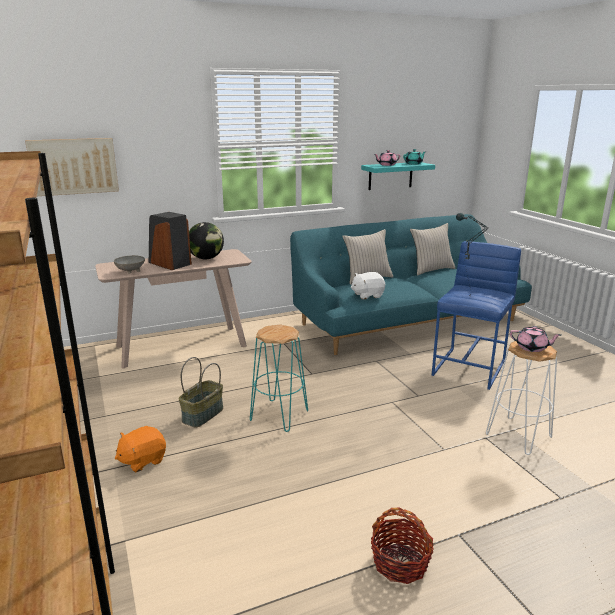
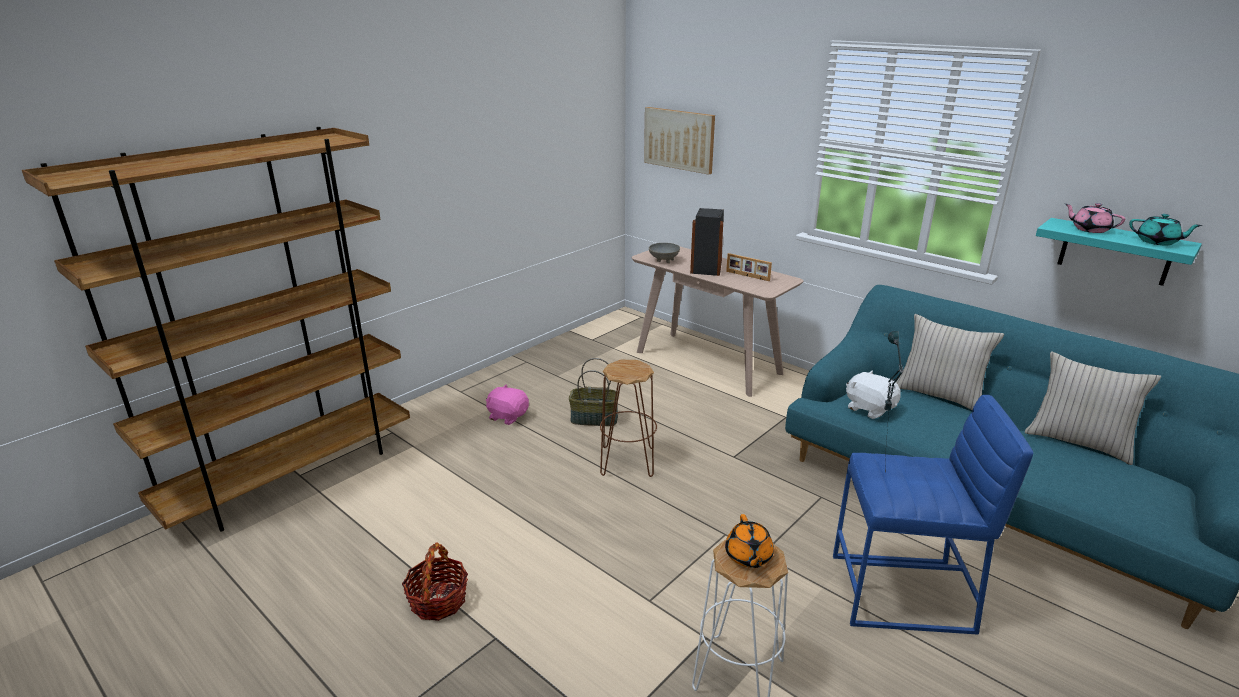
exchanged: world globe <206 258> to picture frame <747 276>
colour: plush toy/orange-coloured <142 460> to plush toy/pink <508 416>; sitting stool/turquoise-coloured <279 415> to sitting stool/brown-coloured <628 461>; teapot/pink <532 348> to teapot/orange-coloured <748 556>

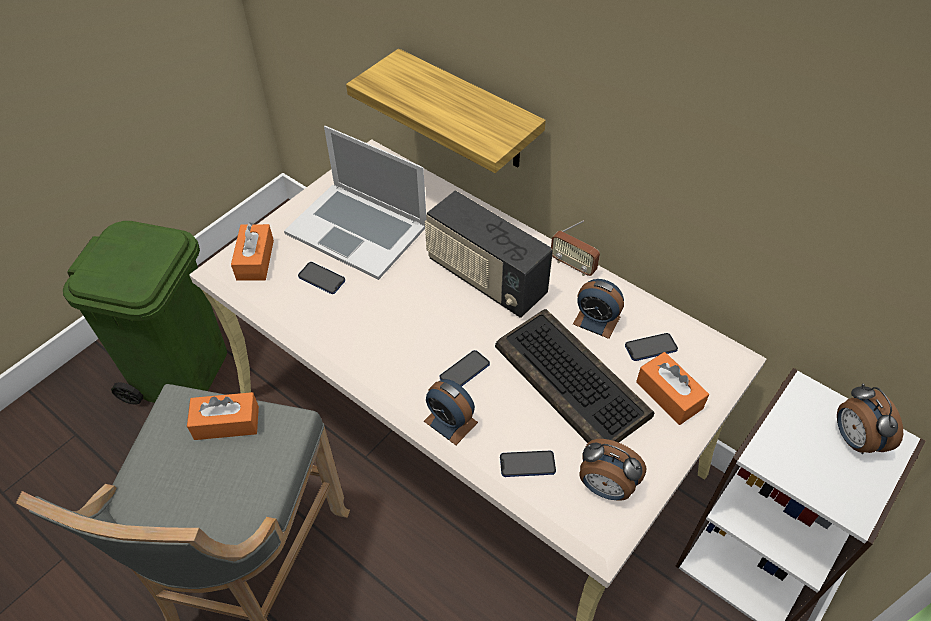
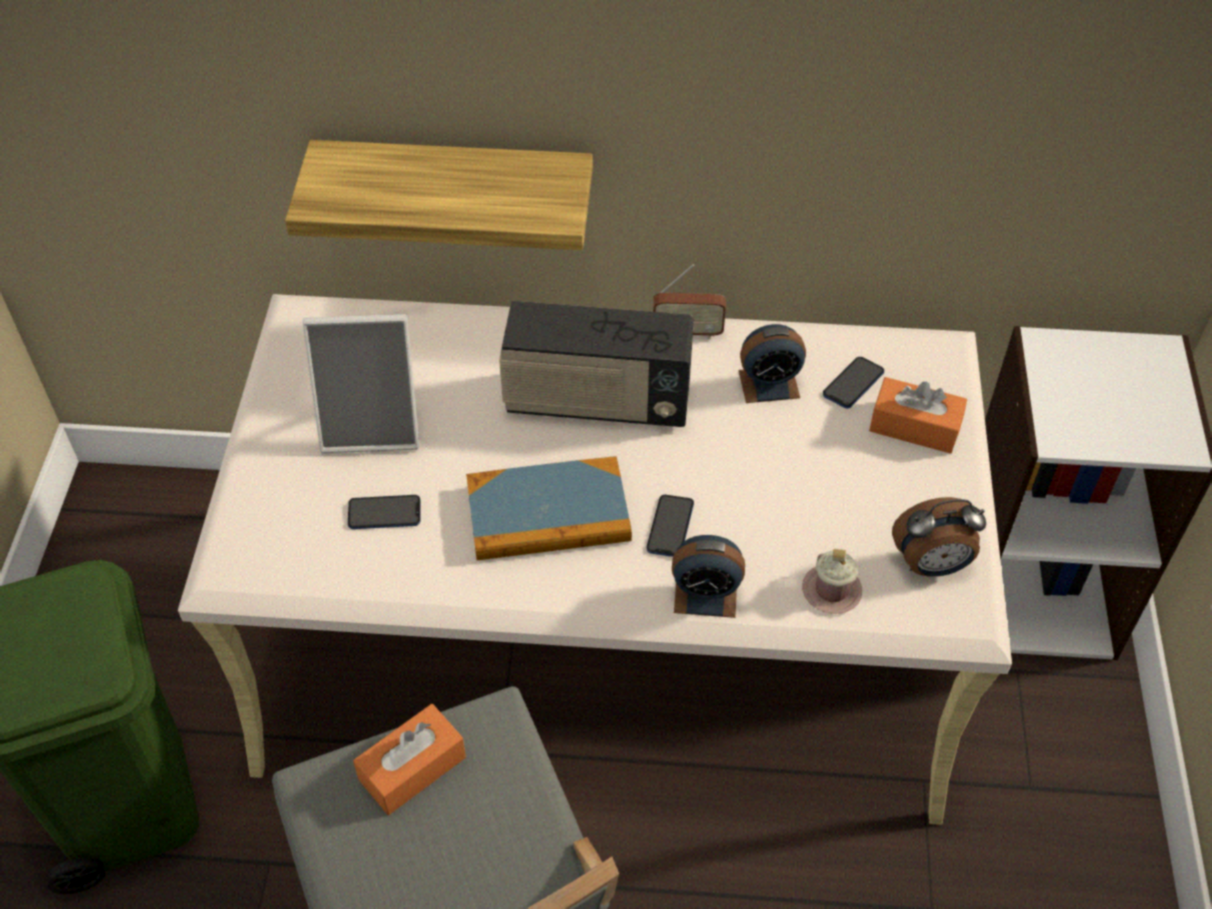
missing: box of tissues/orange-coloured <255 260>; keyboard <573 381>; alarm clock <854 439>
appeared: volume <548 514>
exchanged: notebook computer <357 229> to picture frame <373 424>; telephone <527 464> to coffee mug/pink <831 590>

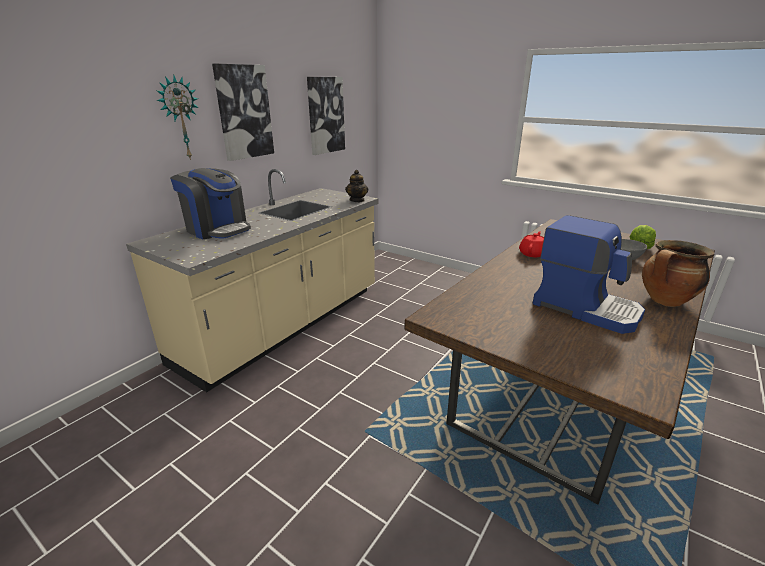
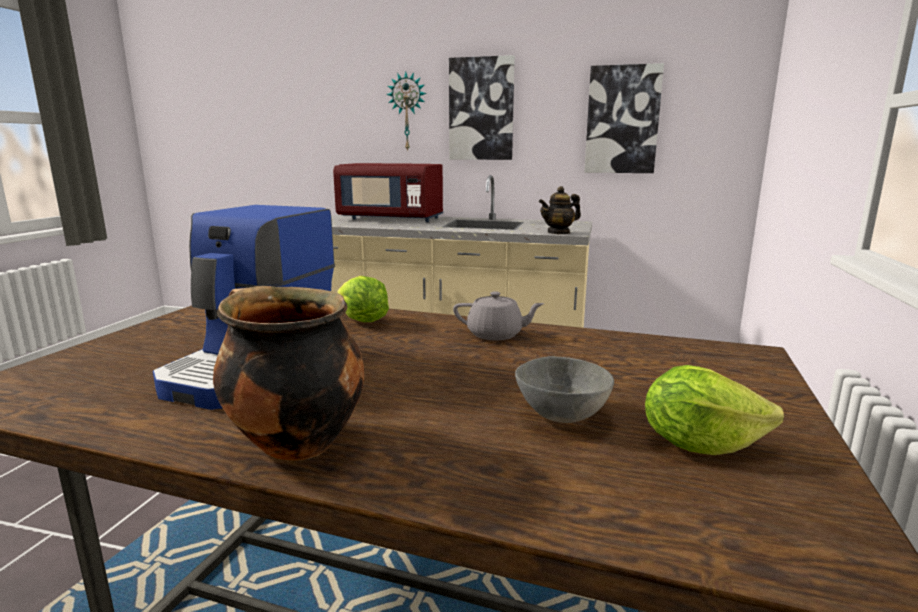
appeared: lettuce head <362 321>
exchanged: coffee brewer <217 229> to microwave/reddish <391 219>
colour: teapot/reddish <532 253> to teapot/greyish <496 334>

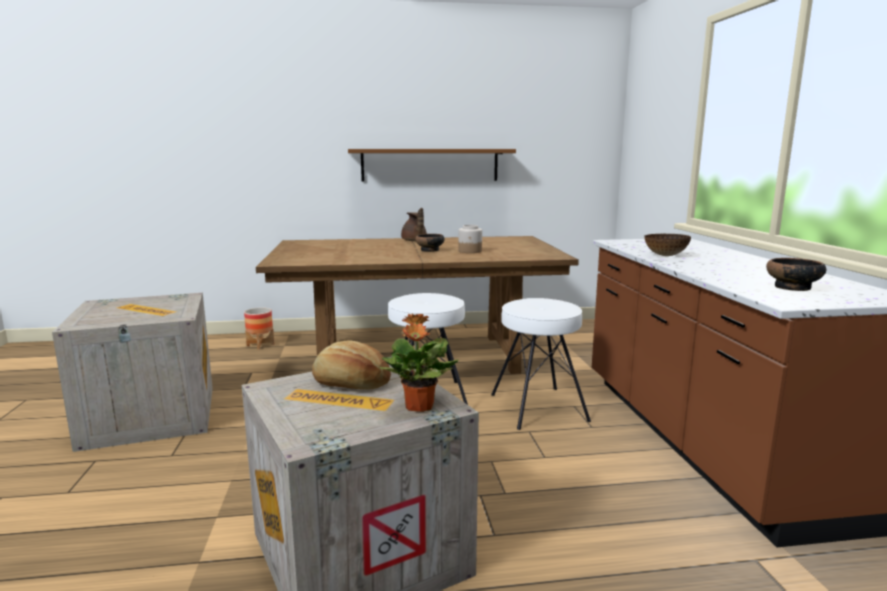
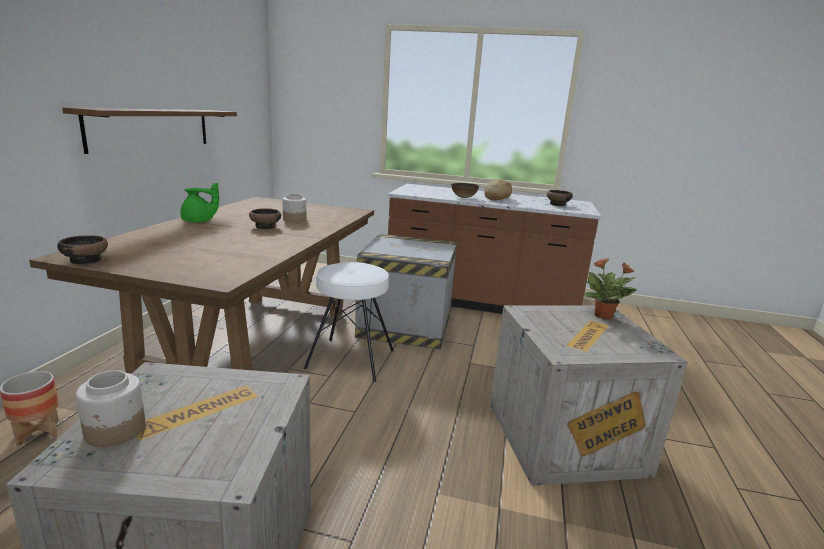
appeared: bowl <86 260>; storage jar <115 430>
relocated: baked bread <351 384> to <497 198>
exchanged: sitting stool/white-coloured <537 407> to crate <405 326>
colour: teapot/brown-coloured <414 241> to teapot/greenish <199 221>

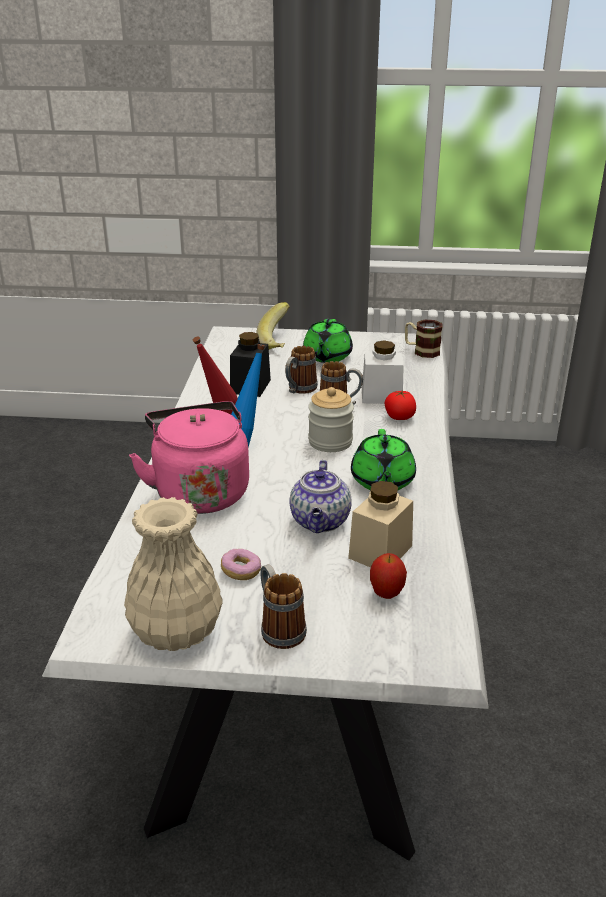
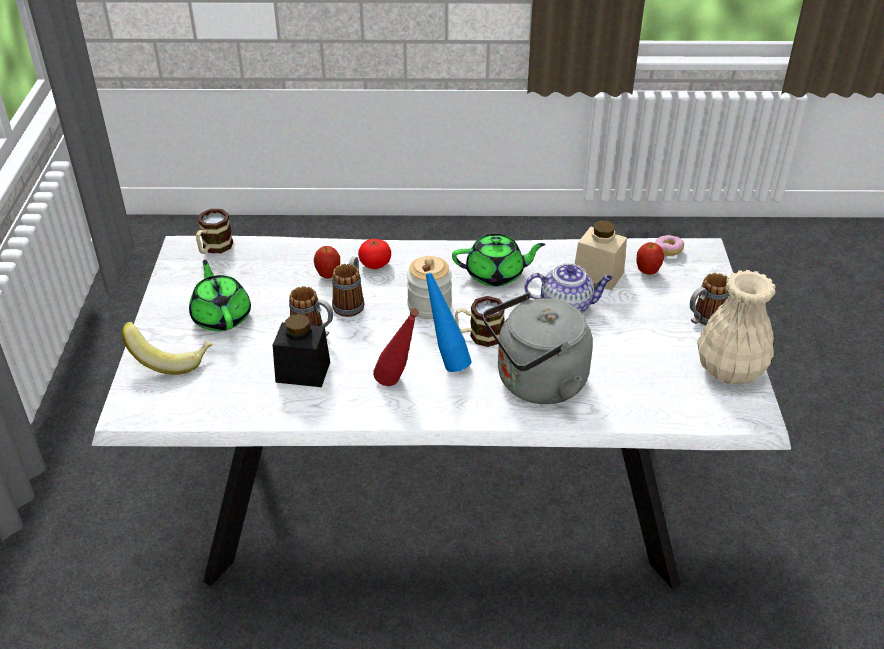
appeared: coffee mug <479 335>
relocated: doughnut <241 571> to <668 251>
exchanged: storage jar/white-coloured <381 396> to apple <328 275>
colour: tea kettle/pink <200 491> to tea kettle/greyish <536 383>
spun: teapot/greenish <327 356> = <221 316> 120 degrees counterclockwise

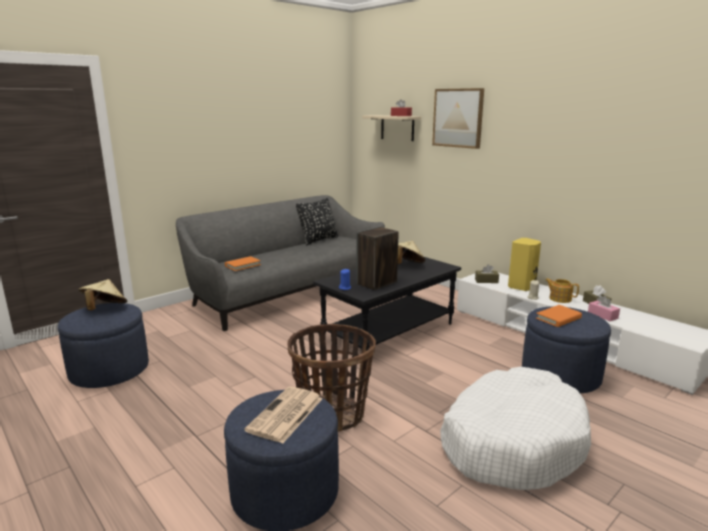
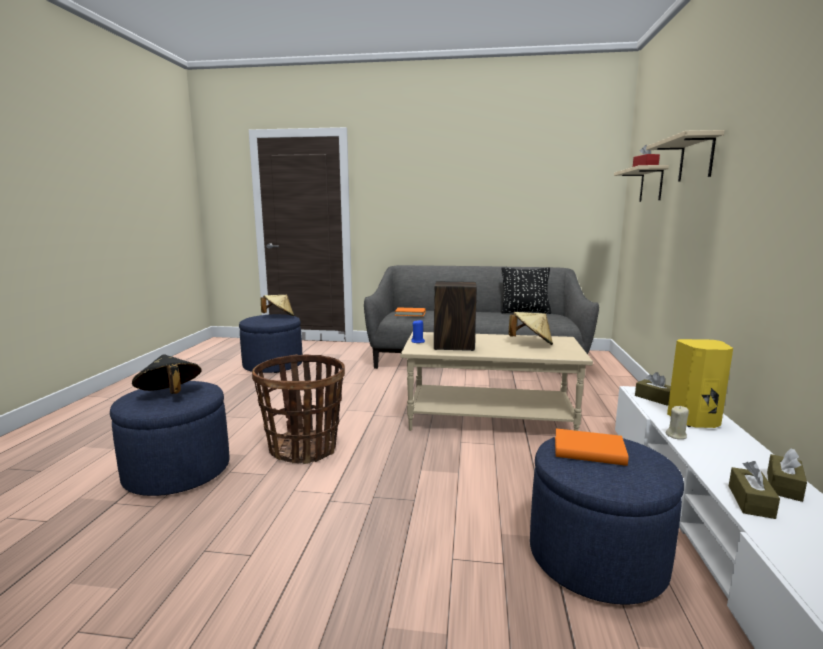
missing: pet bed/white-coloured <511 441>; teapot <560 298>
exchanged: daily paper <285 415> to hat/black-coloured <169 395>; wall picture <458 118> to shelf/sand-coloured <696 159>
colour: low table/black-coloured <389 332> to low table/sand-coloured <490 418>; box of tissues/pink <602 315> to box of tissues/brown-coloured <750 501>

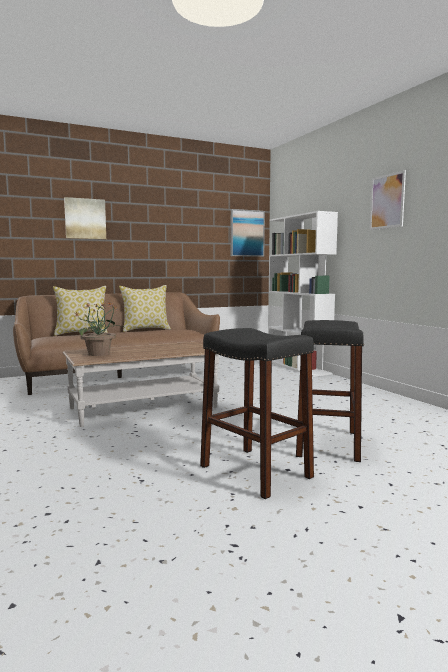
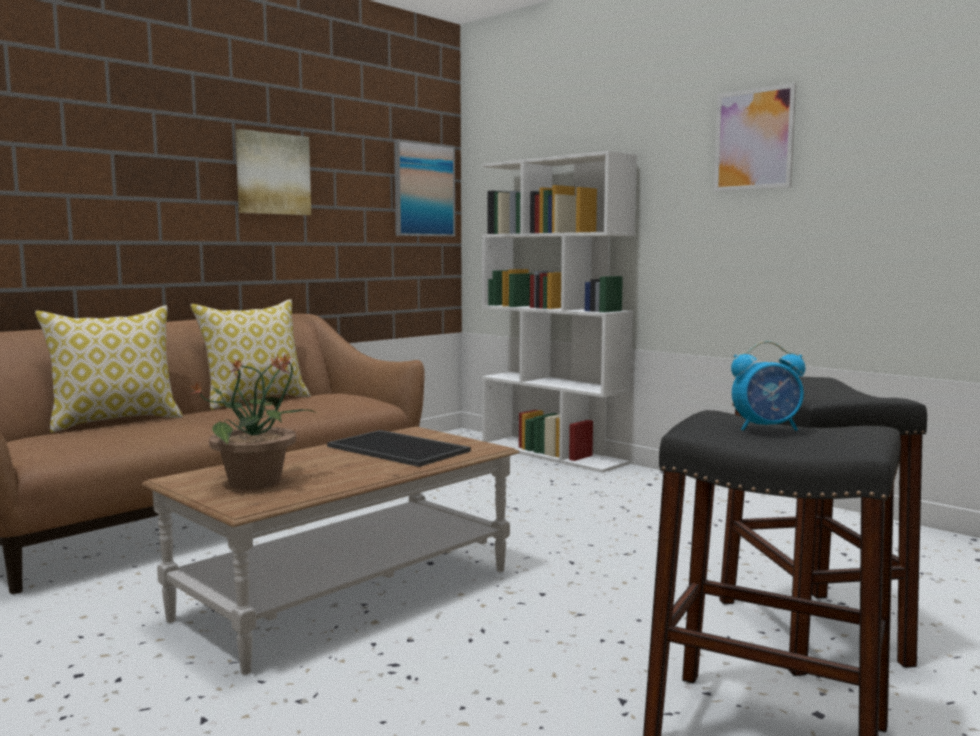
appeared: serving tray <400 449>; alarm clock <767 428>
relocated: wall picture <85 218> to <272 174>

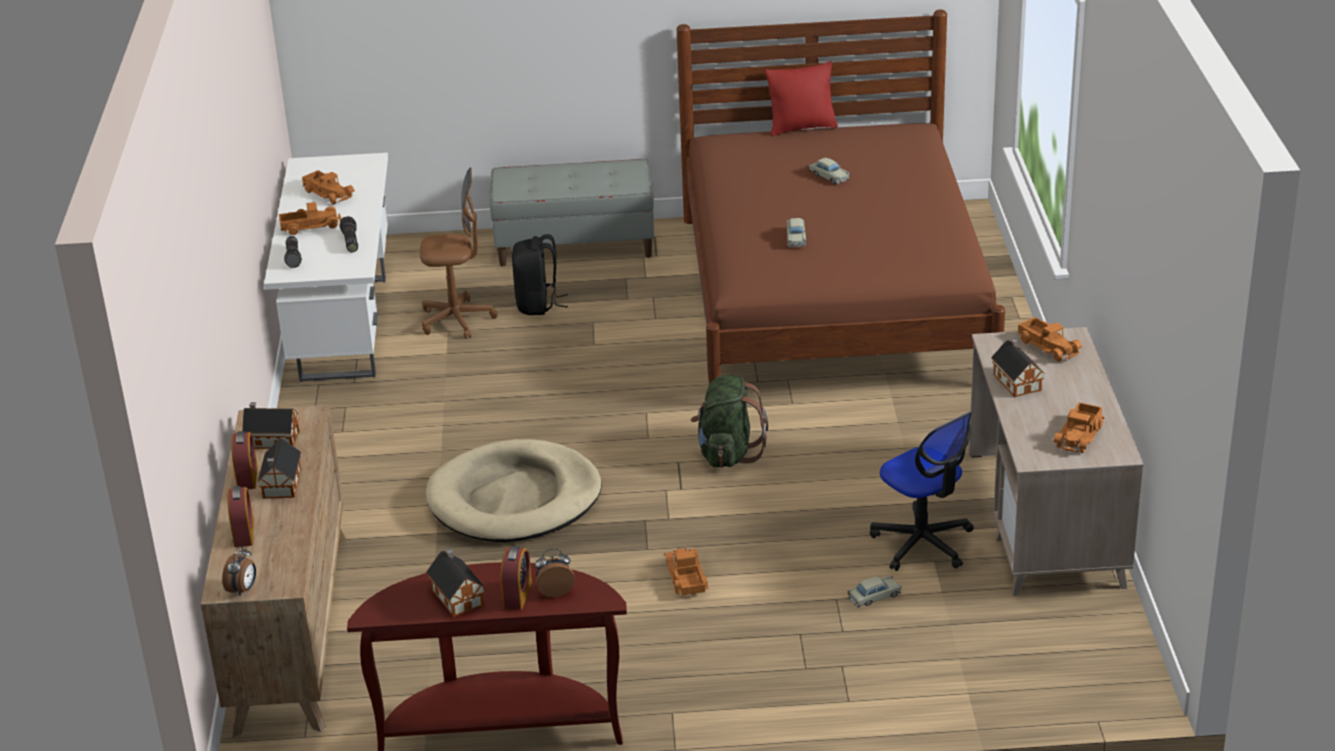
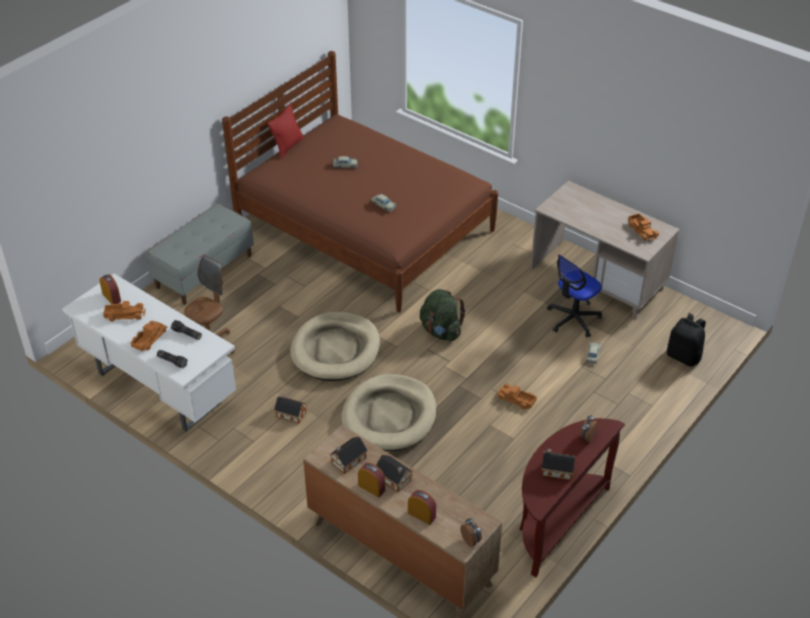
missing: toy truck <1049 346>
appeared: pet bed/sand-coloured <336 350>
relocated: alarm clock <517 595> to <111 297>; backpack/black-coloured <538 304> to <684 356>; model house <1016 381> to <290 414>
spun: desk chair <922 543> = <573 319> 135 degrees clockwise

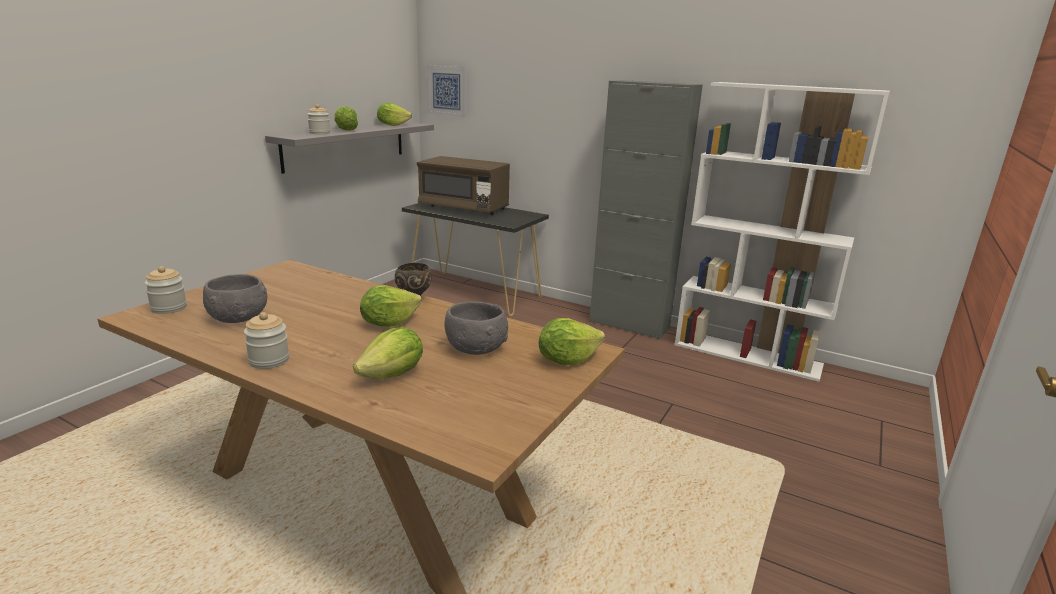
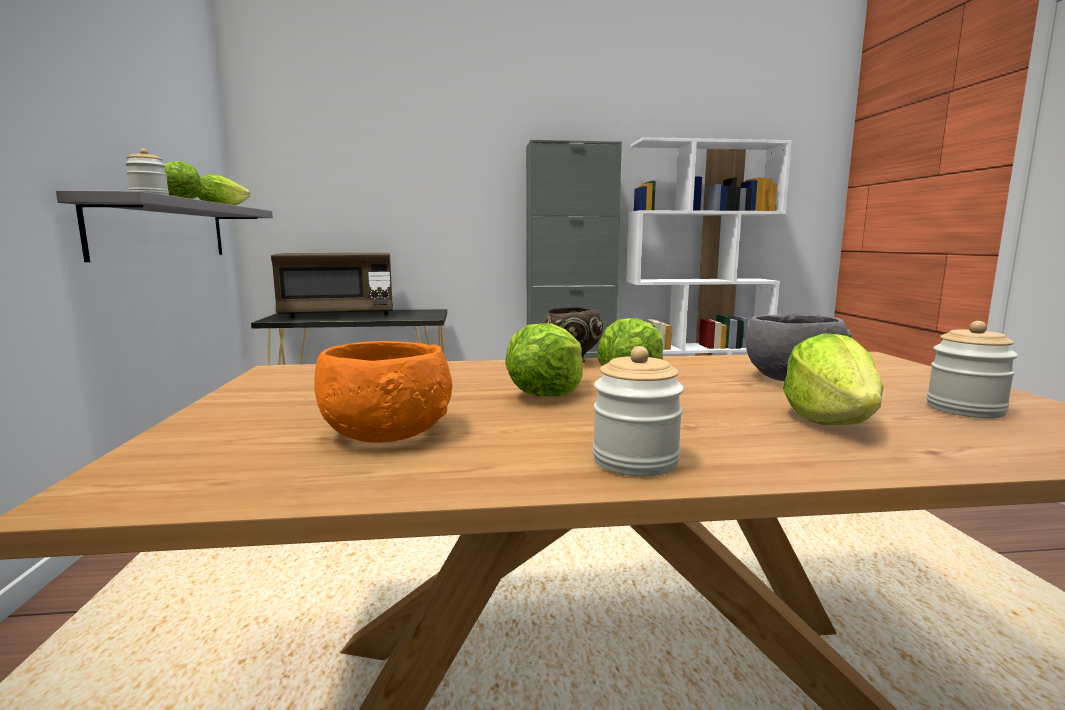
missing: wall picture <447 91>
relocated: storage jar <169 308> to <965 409>; lettuce head <567 360> to <547 394>
colour: bowl/greyish <239 317> to bowl/orange-coloured <387 432>

